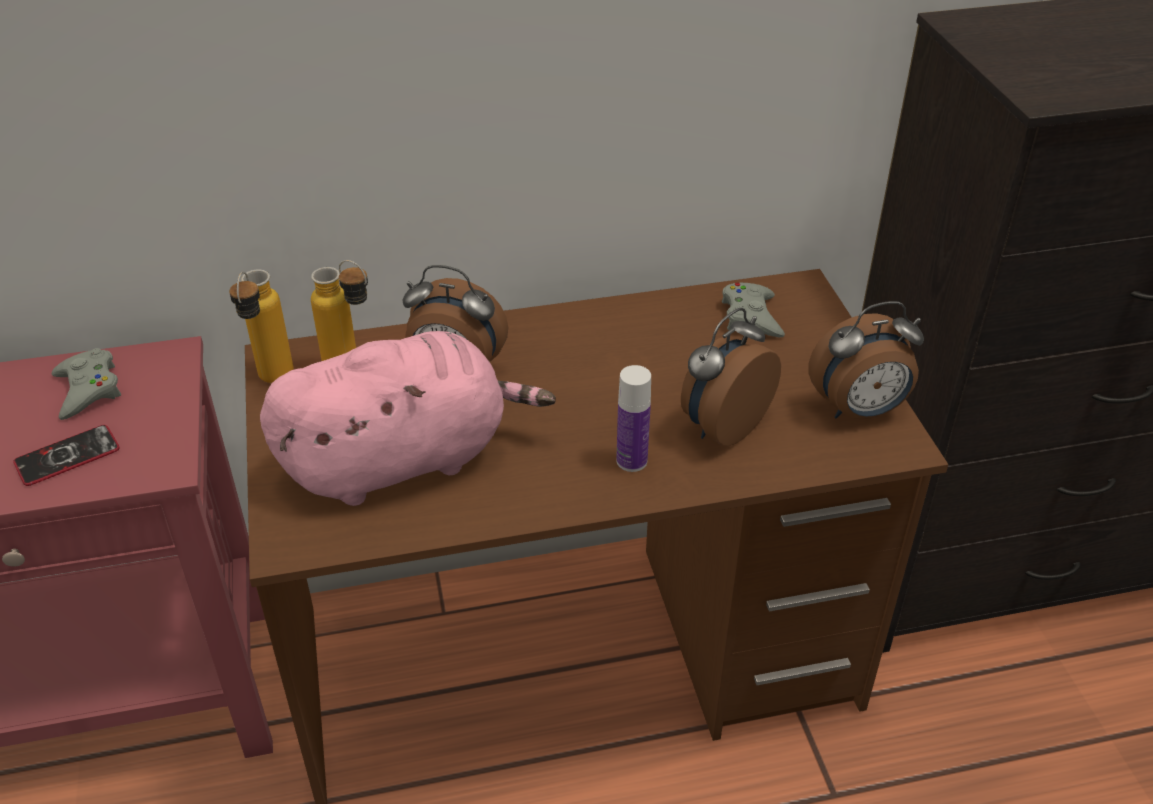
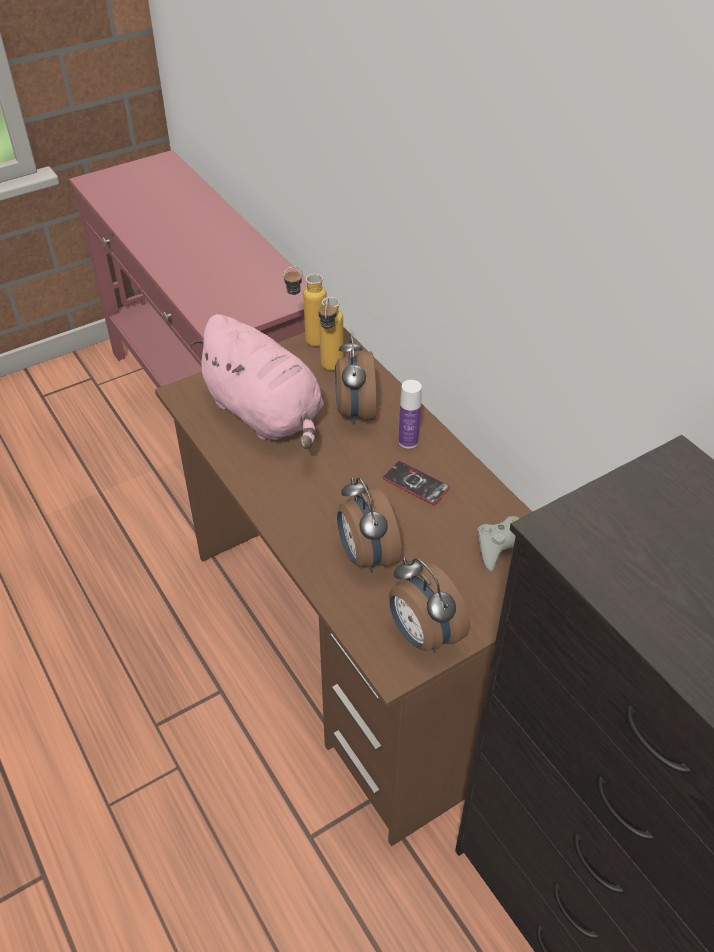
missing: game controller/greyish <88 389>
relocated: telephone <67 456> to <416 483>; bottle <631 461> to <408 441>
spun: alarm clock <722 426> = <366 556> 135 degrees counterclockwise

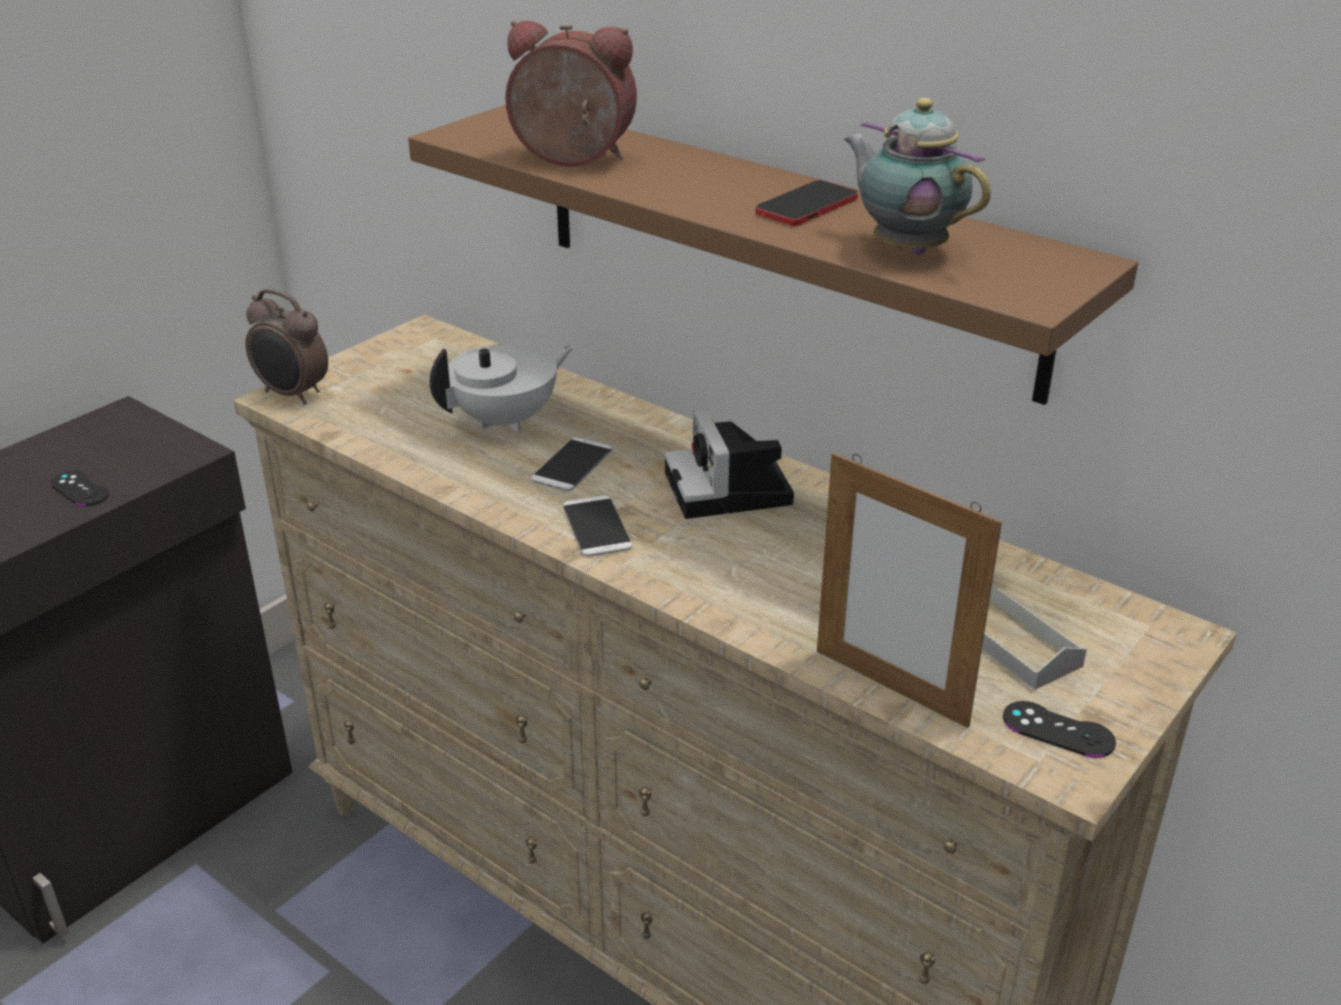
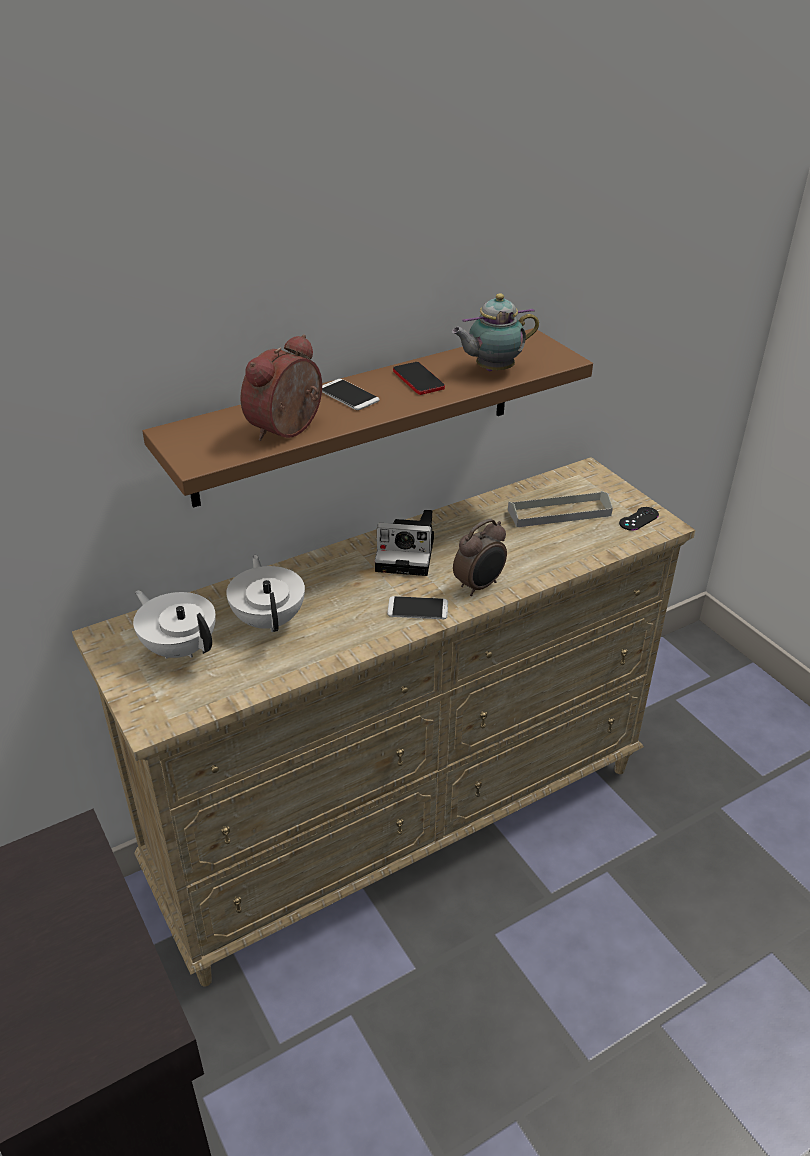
missing: game controller/black-coloured <79 489>; picture frame <890 687>
appeared: teapot/white-coloured <180 647>
relocated: alarm clock <292 395> to <479 586>; telephone <572 465> to <348 395>

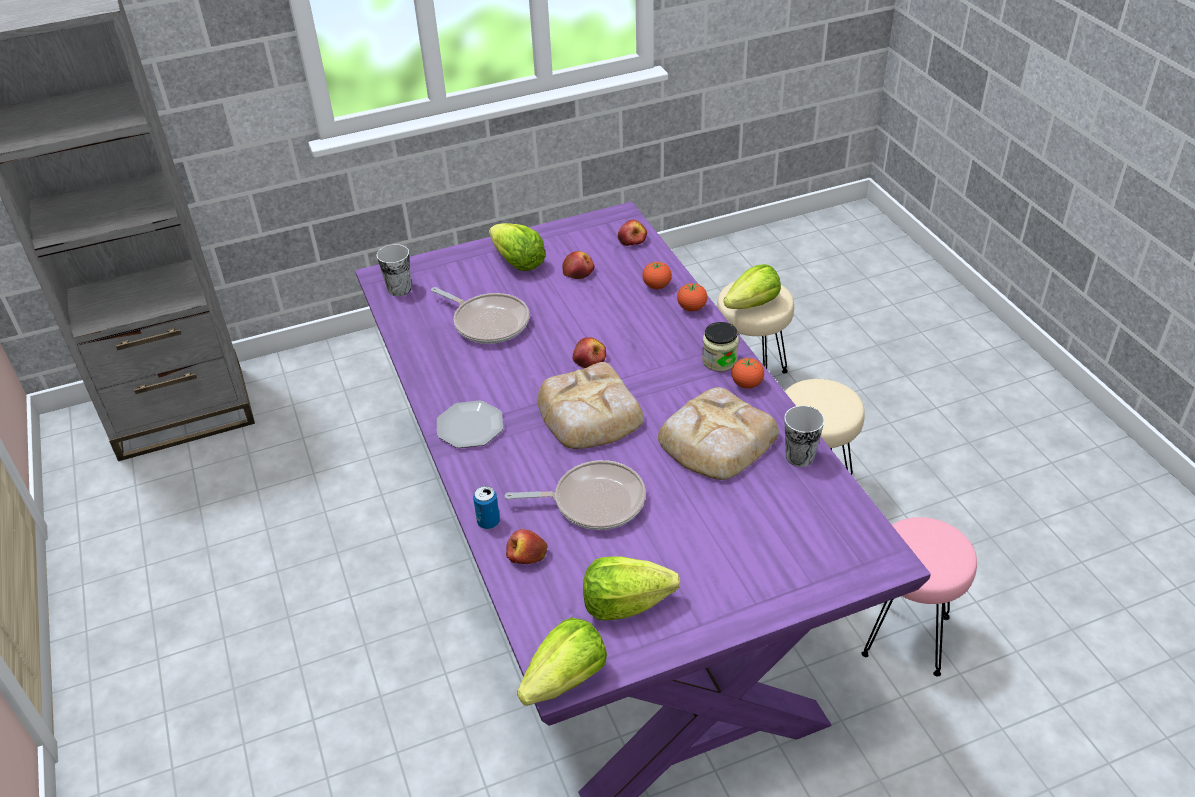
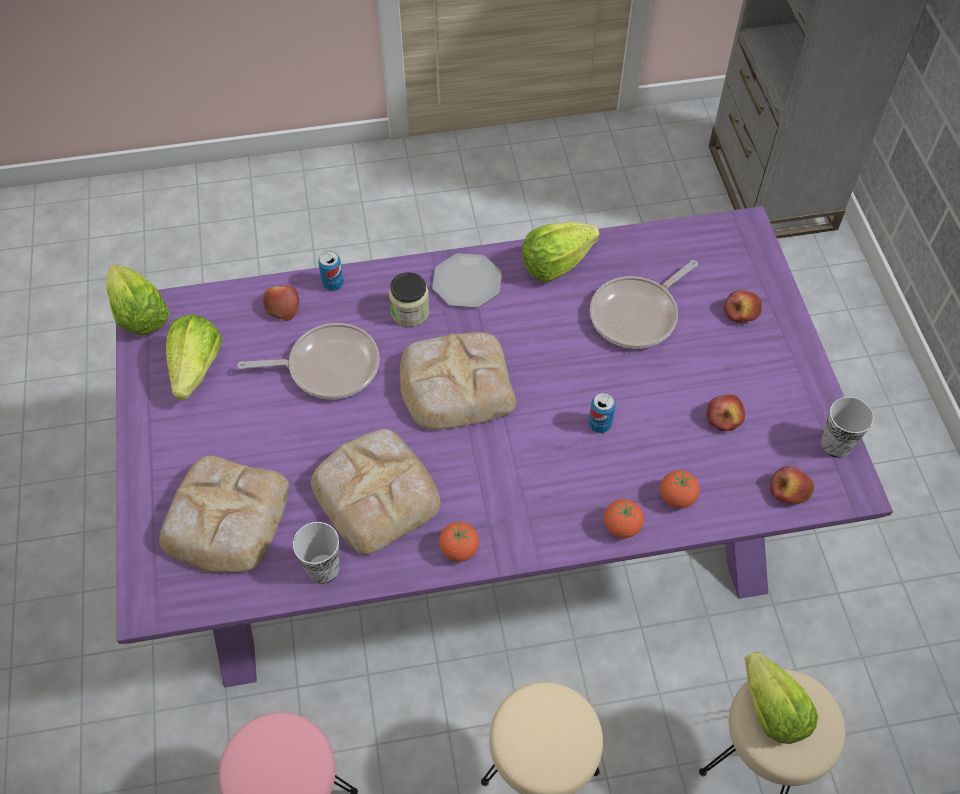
appeared: baked bread <224 519>; metal can <600 424>
relocated: drinking cup <399 289> to <836 444>; lettuce head <517 262> to <556 264>; apple <589 359> to <741 312>; storage jar <719 360> to <410 312>
spun: skillet <593 501> = <328 366> 105 degrees counterclockwise

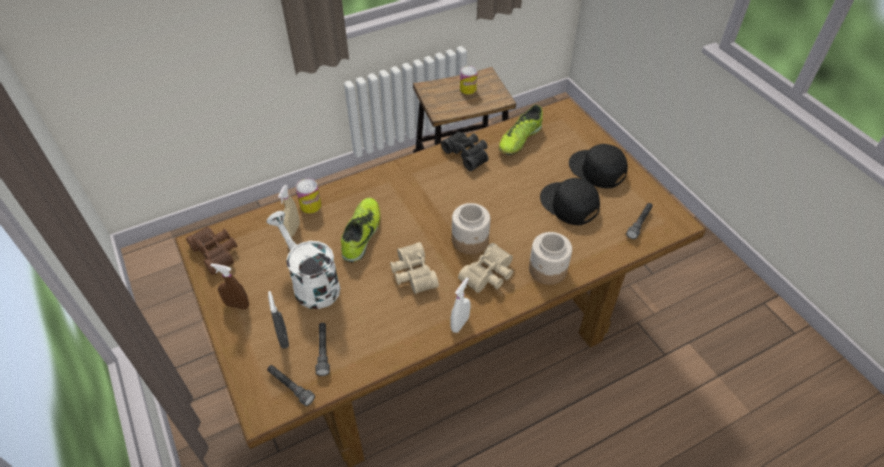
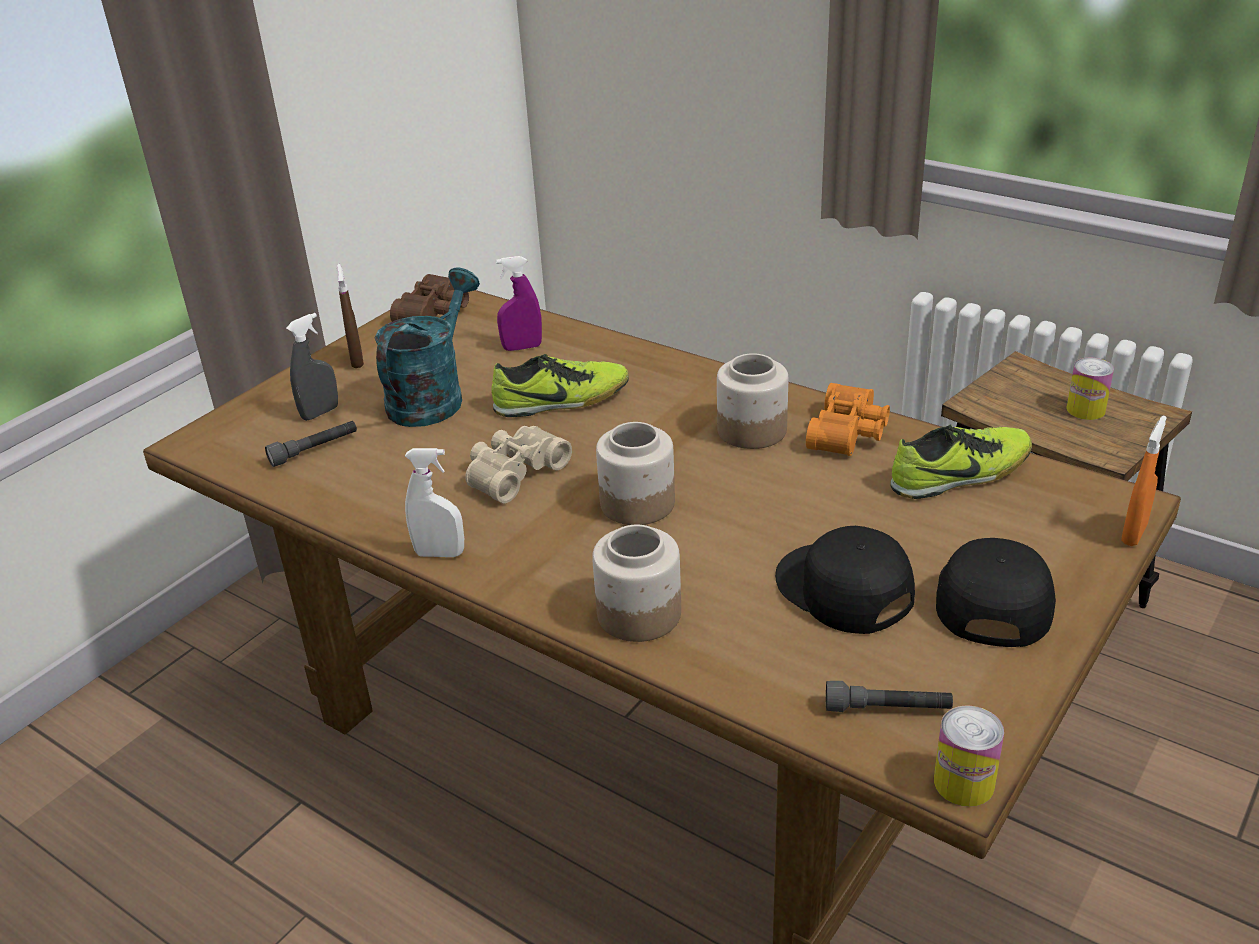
missing: torch/greyish <290 387>; pair of binoculars/sand-coloured <489 275>
appeared: storage jar <751 430>; sprayer/orange-coloured <1134 534>
relocated: metal can <310 205> to <963 783>
colour: watering can/white-coloured <311 283> to watering can/turquoise-coloured <432 397>; sprayer/sand-coloured <293 230> to sprayer/purple <522 347>; pair of binoculars/black-coloured <468 154> to pair of binoculars/orange-coloured <850 433>
spun: low shoe <519 139> = <961 475> 150 degrees clockwise; baseball cap/black-coloured <568 204> = <842 590> 60 degrees counterclockwise

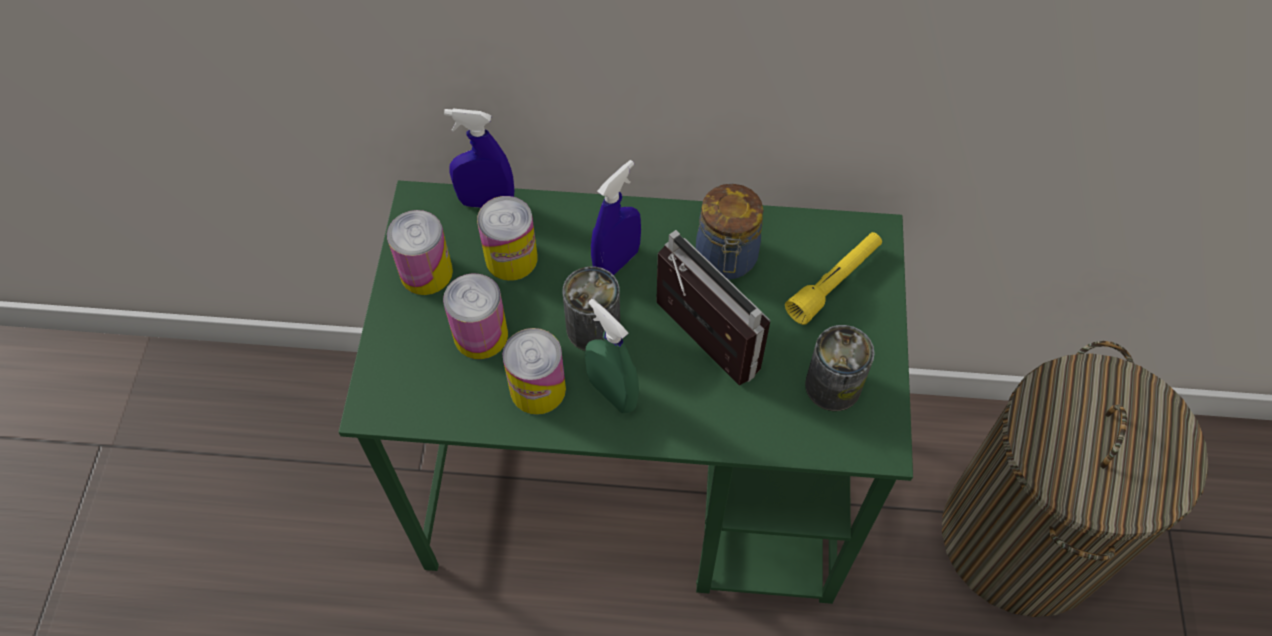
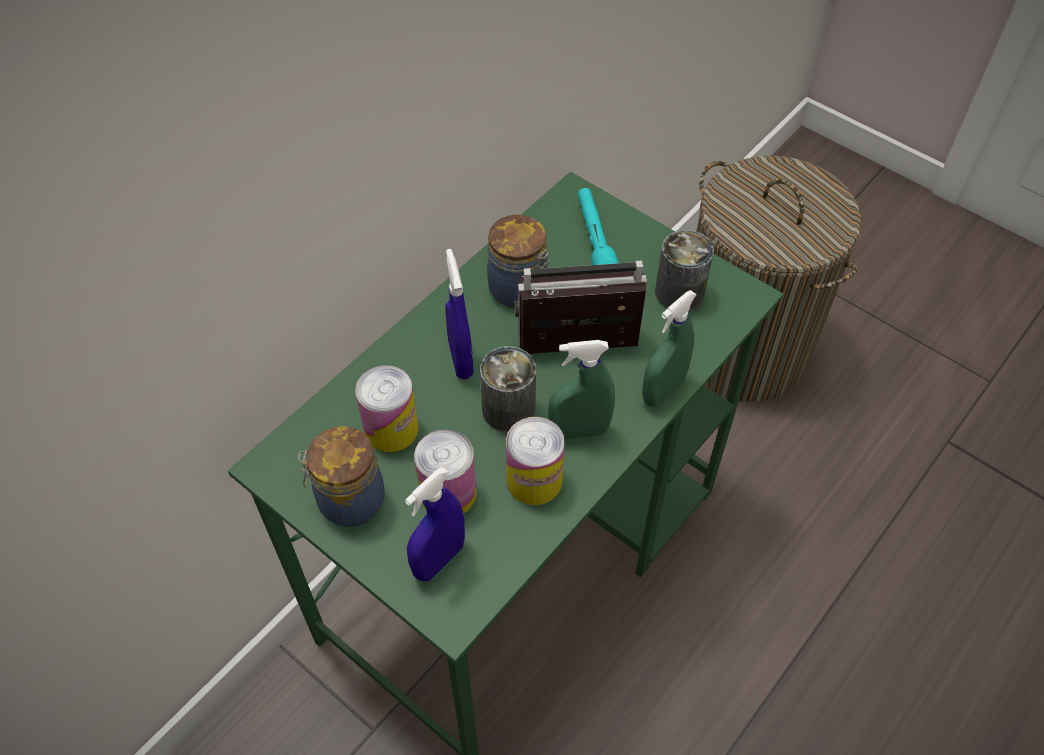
appeared: sprayer/greenish <663 390>
relocated: sprayer/blue-coloured <486 202> to <439 560>
exchanged: metal can <426 272> to storage jar <348 500>
colour: torch/yellow-coloured <834 283> to torch/turquoise-coloured <595 241>

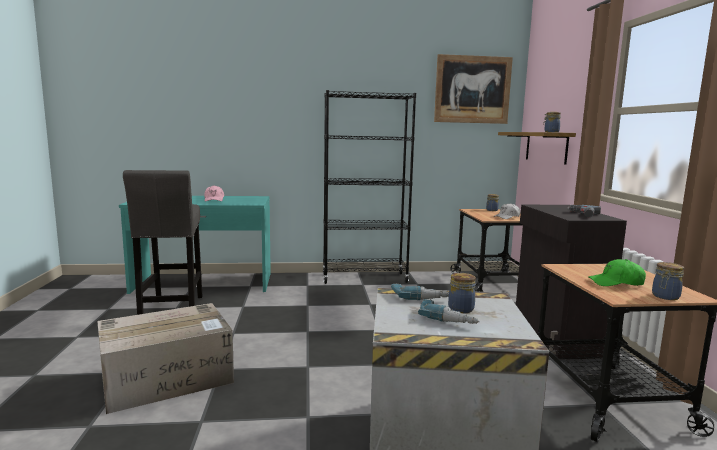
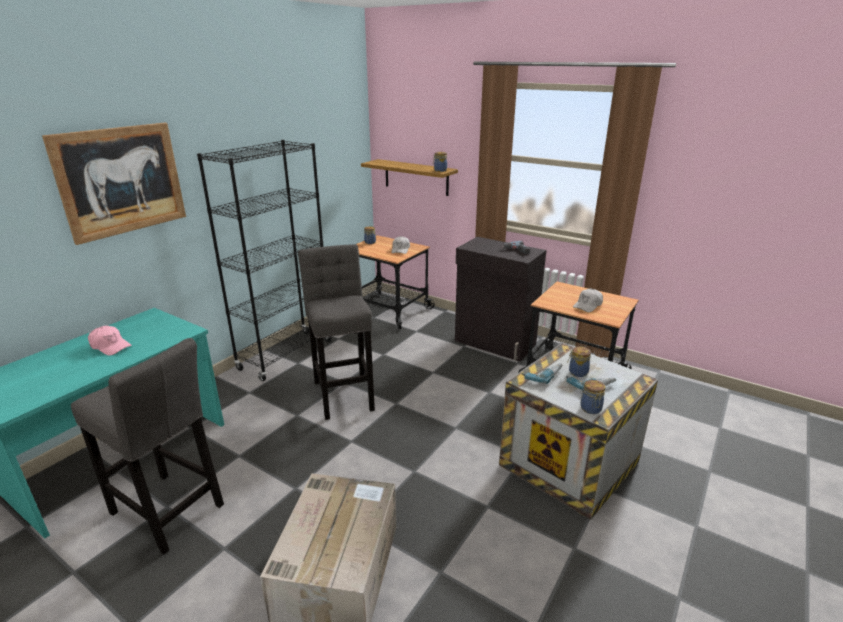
appeared: sitting stool/greyish <344 393>
relocated: wall picture <472 89> to <121 180>; storage jar <665 297> to <591 409>
colour: baseball cap/greenish <616 283> to baseball cap/white-coloured <588 305>

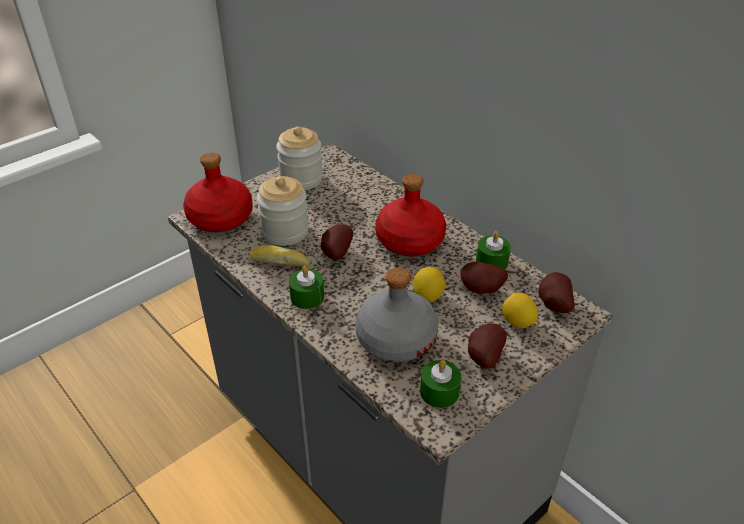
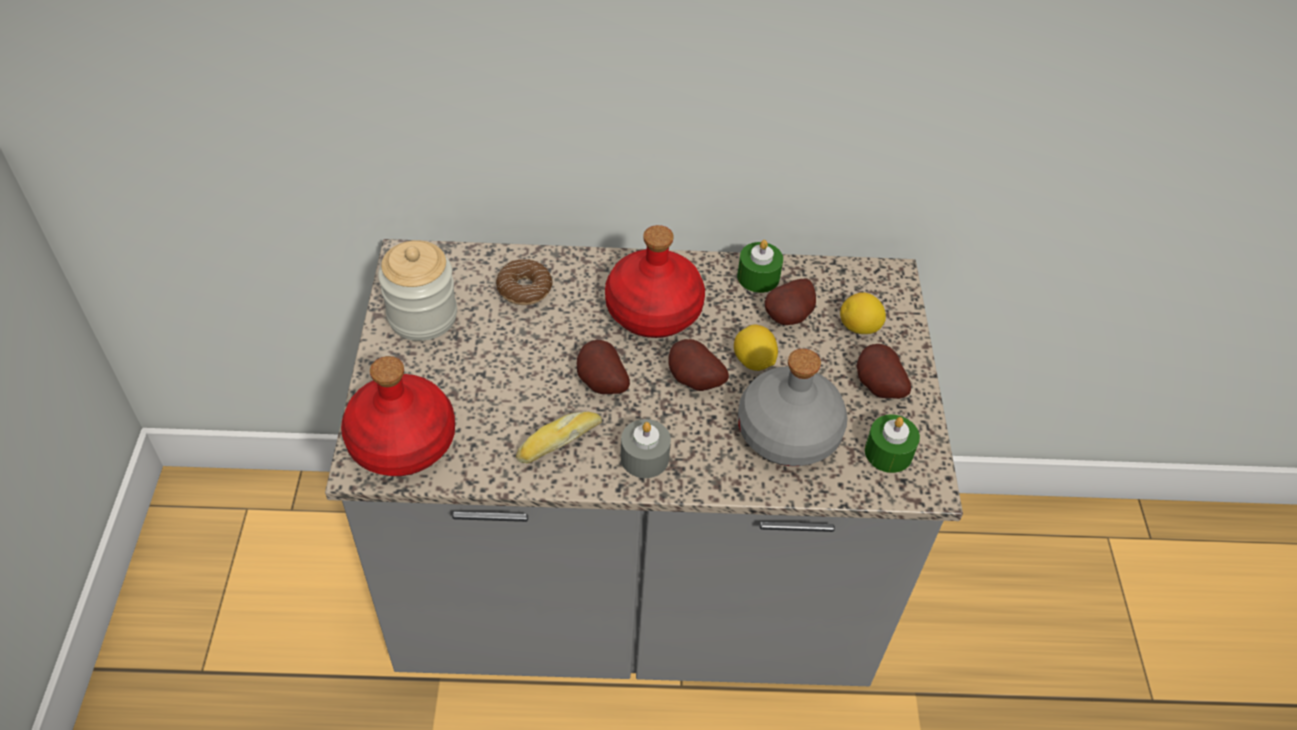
missing: storage jar <285 232>
appeared: doughnut <524 289>
relocated: potato <552 305> to <693 381>
colour: wax candle/greenish <307 297> to wax candle/greyish <644 458>

